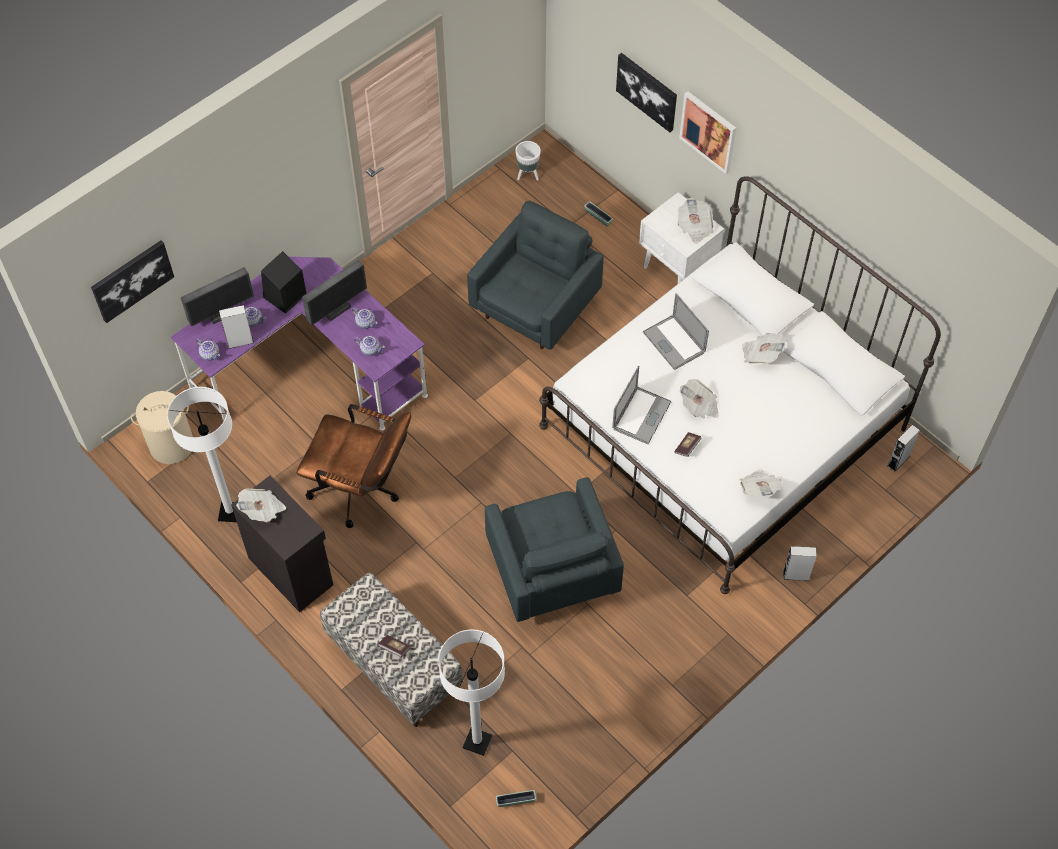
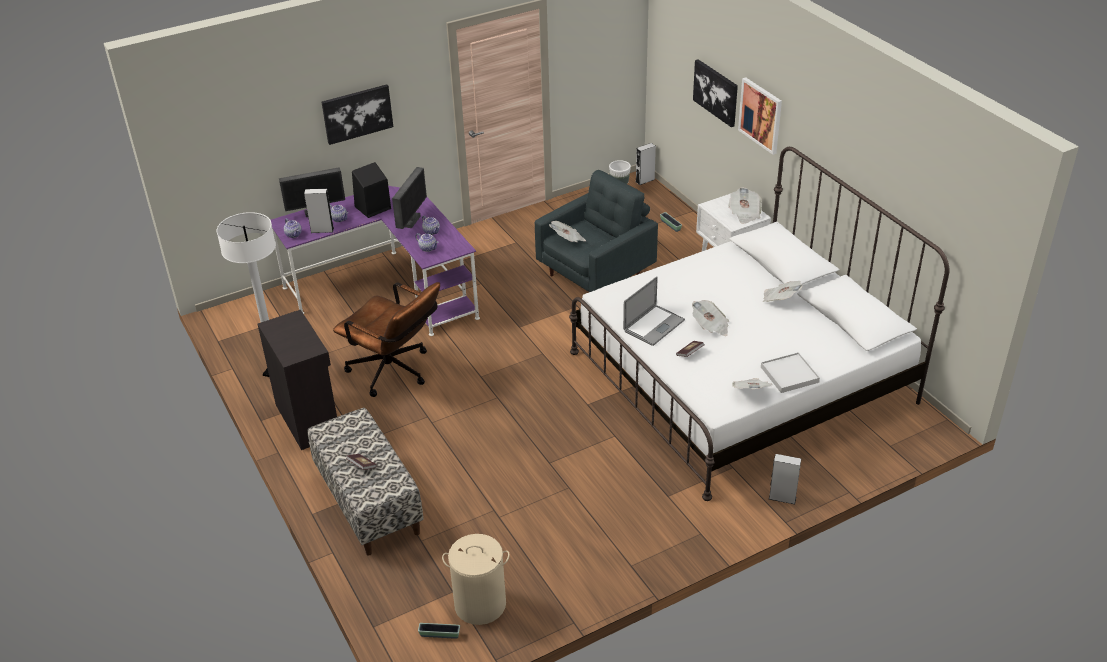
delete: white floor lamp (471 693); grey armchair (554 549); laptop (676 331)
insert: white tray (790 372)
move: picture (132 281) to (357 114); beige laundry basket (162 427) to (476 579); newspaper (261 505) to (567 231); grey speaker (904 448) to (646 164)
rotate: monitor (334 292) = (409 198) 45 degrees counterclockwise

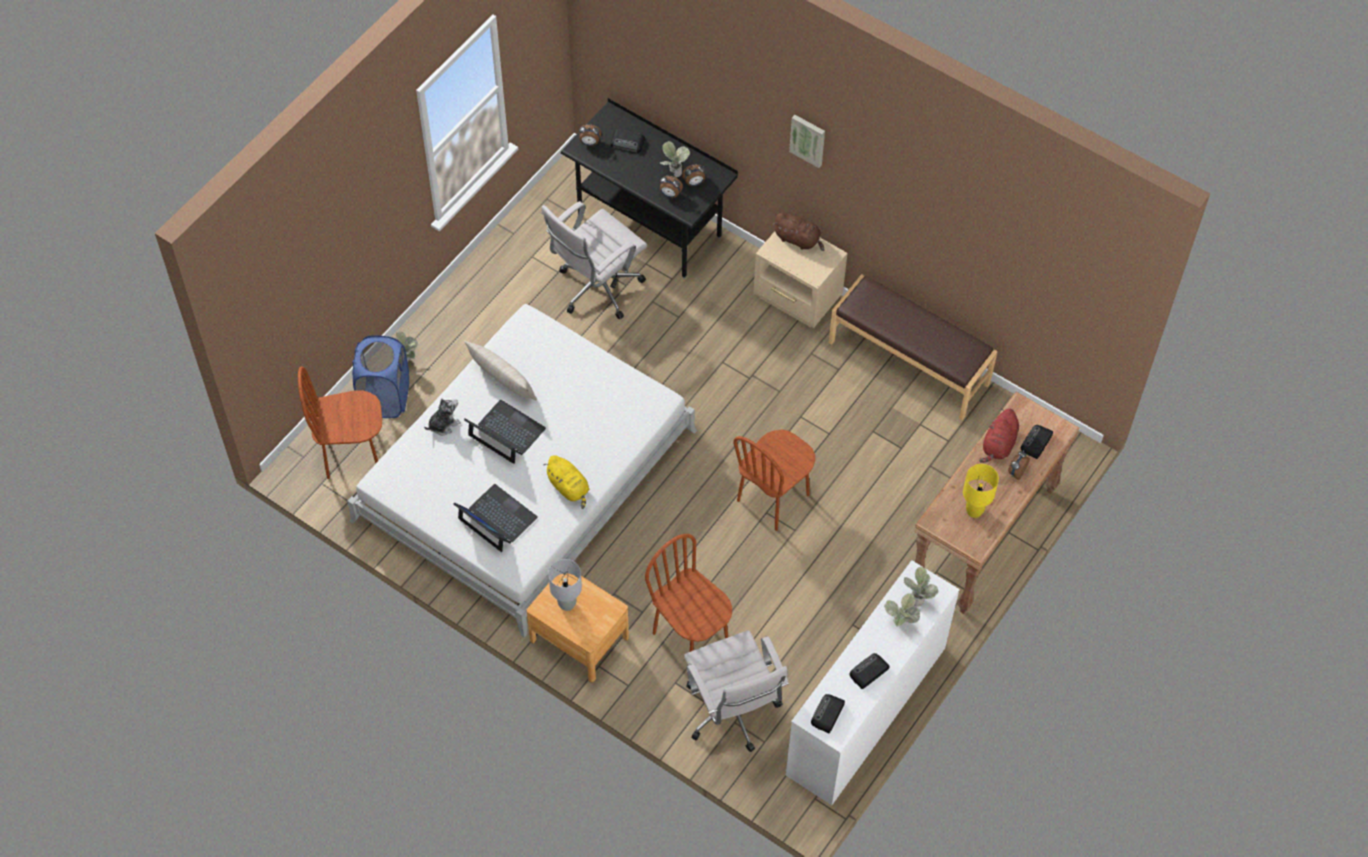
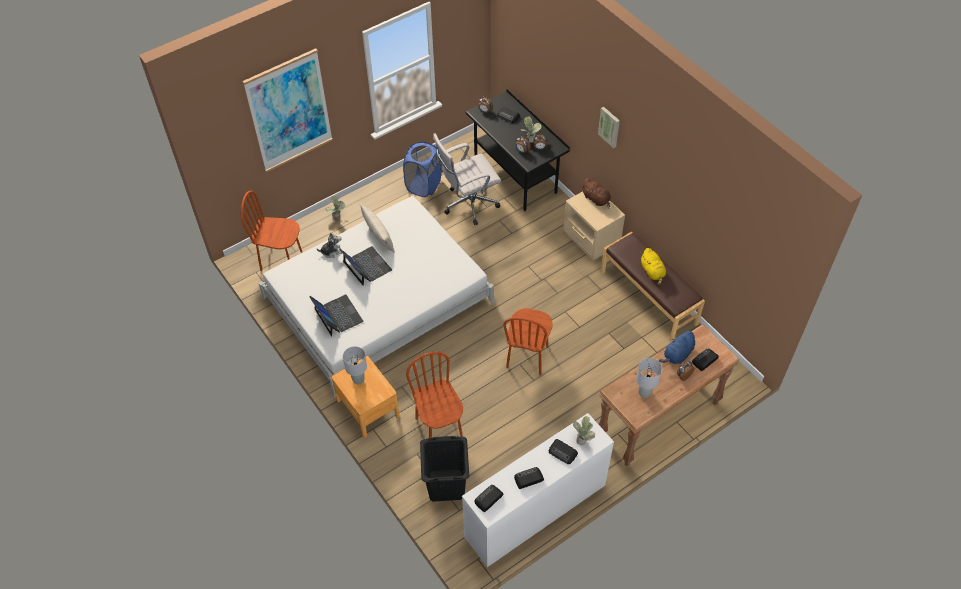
insert: picture (288 110)
move: blue laundry basket (380 376) to (422 169); yellow plush toy (566 482) to (653 266)
replace: white office chair (736 691) to black laundry basket (444 469); potted plant (902 610) to radio (563 451)
recolor: yellow table lamp (981 491) to grey table lamp (649 378); red plush toy (999 436) to blue plush toy (677 347)
rotate: brown chair (774 480) = (528 341) 45 degrees counterclockwise

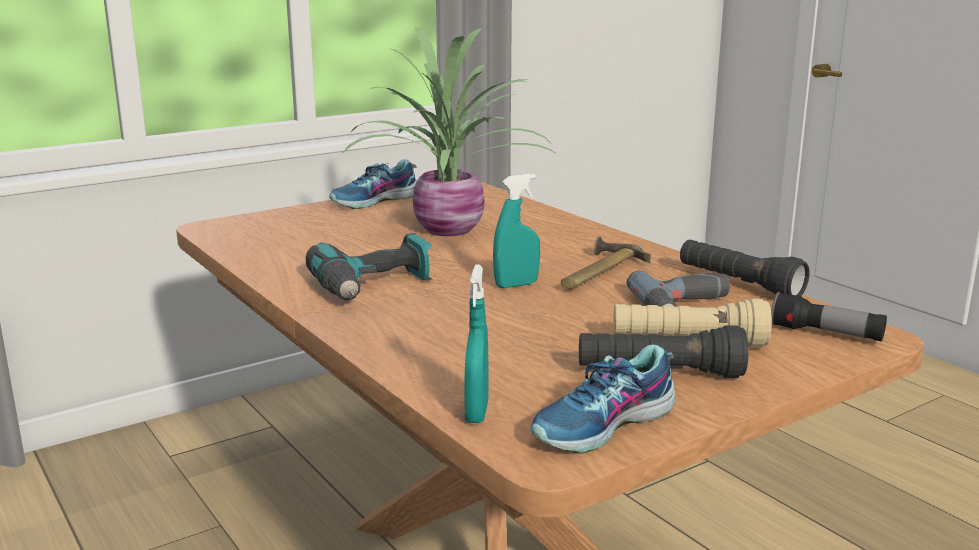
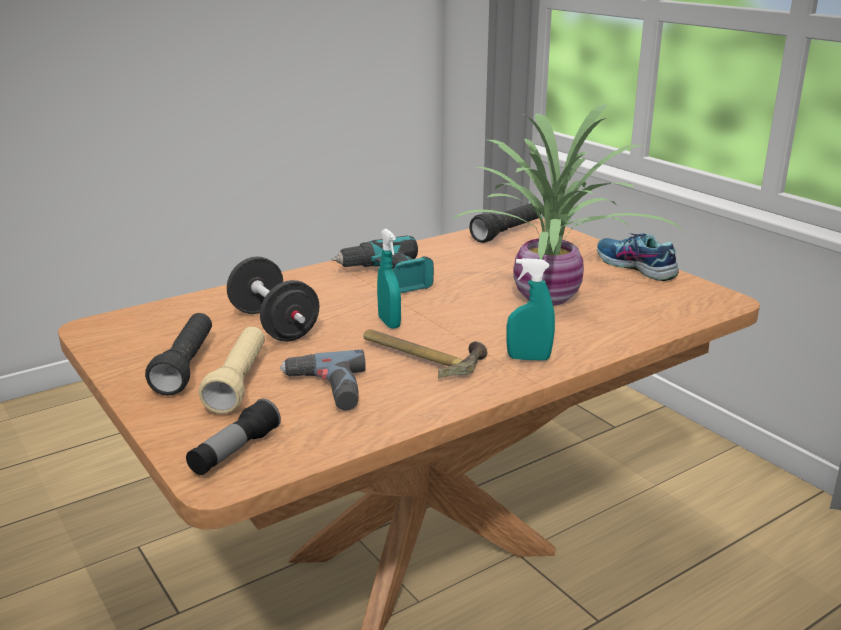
delete: shoe (602 399)
insert: black dumbbell (273 298)
move: turquoise spray bottle (476 343) to (531 309); black flashlight (745 268) to (505 223)

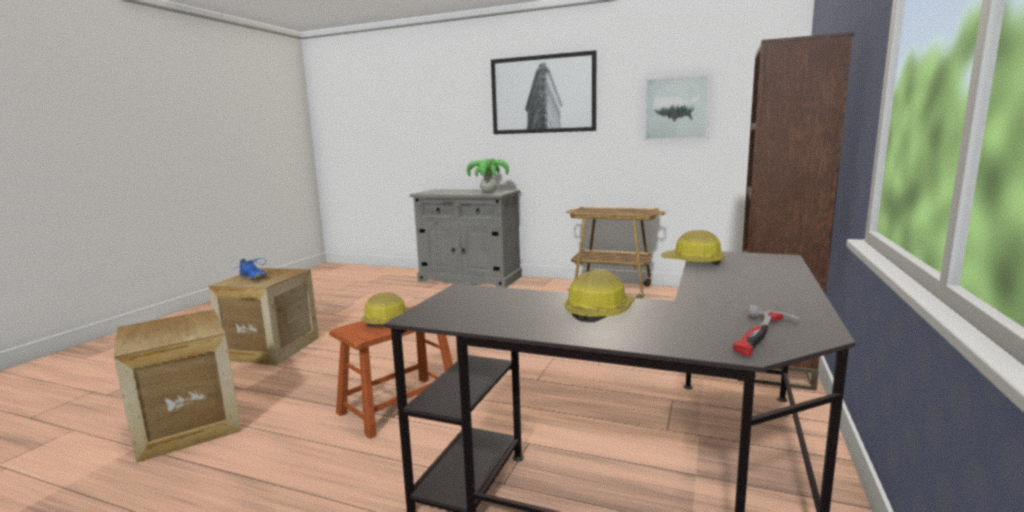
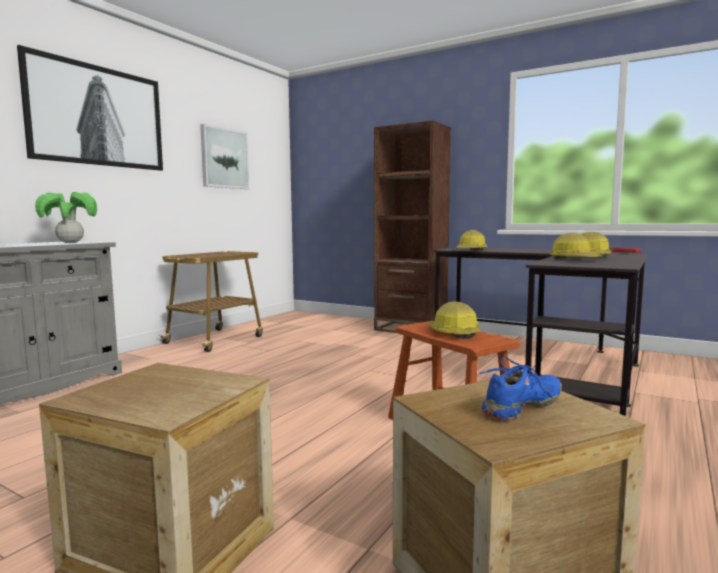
insert: hard hat (576 246)
move: blue shoe (251 269) to (521 388)

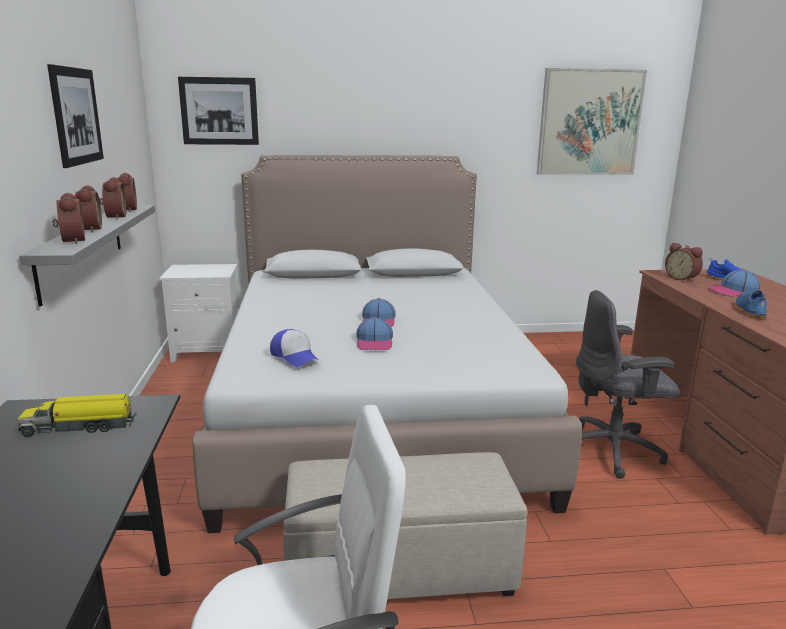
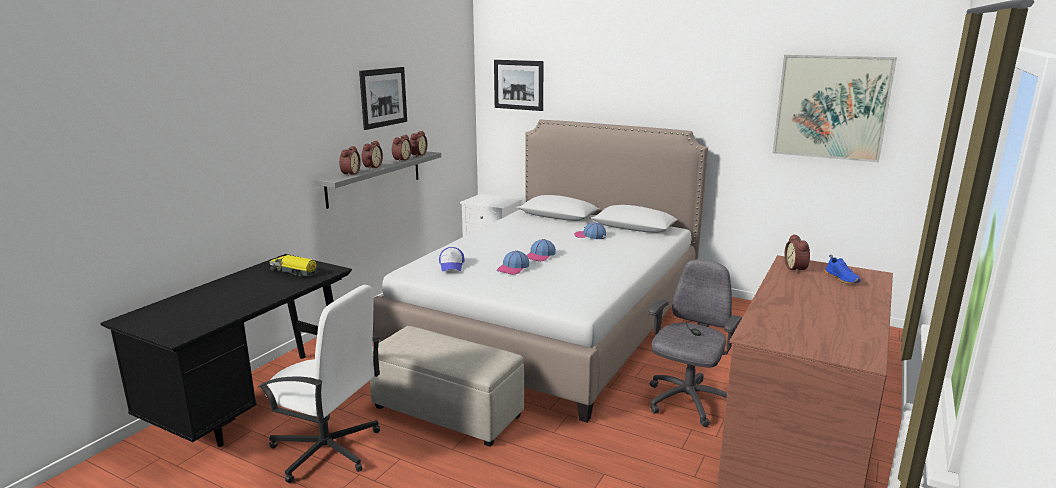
delete: blue shoe (751 304)
move: cap (733 283) to (590 230)
rotate: grey office chair (628 384) = (695 343) 90 degrees clockwise

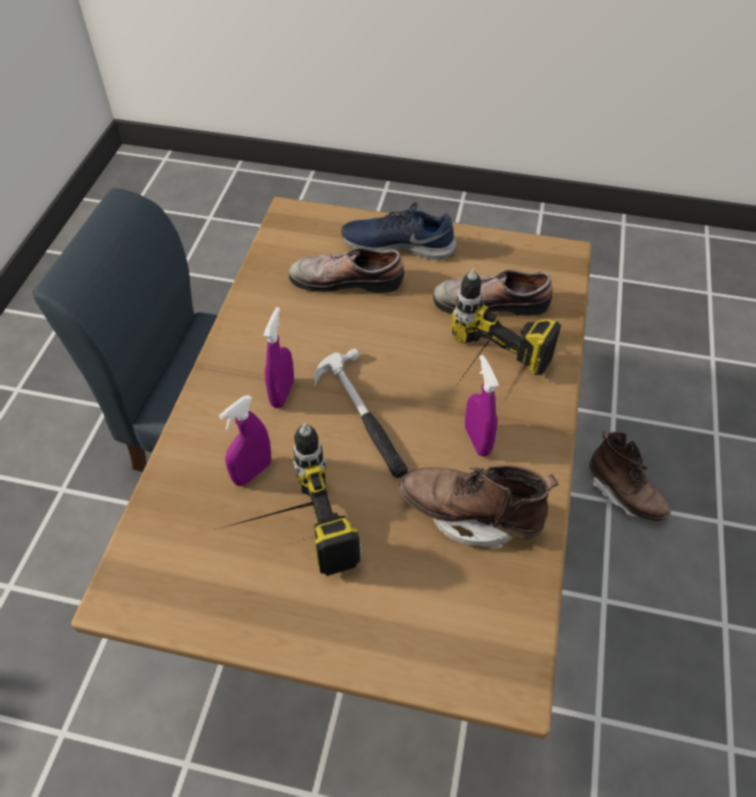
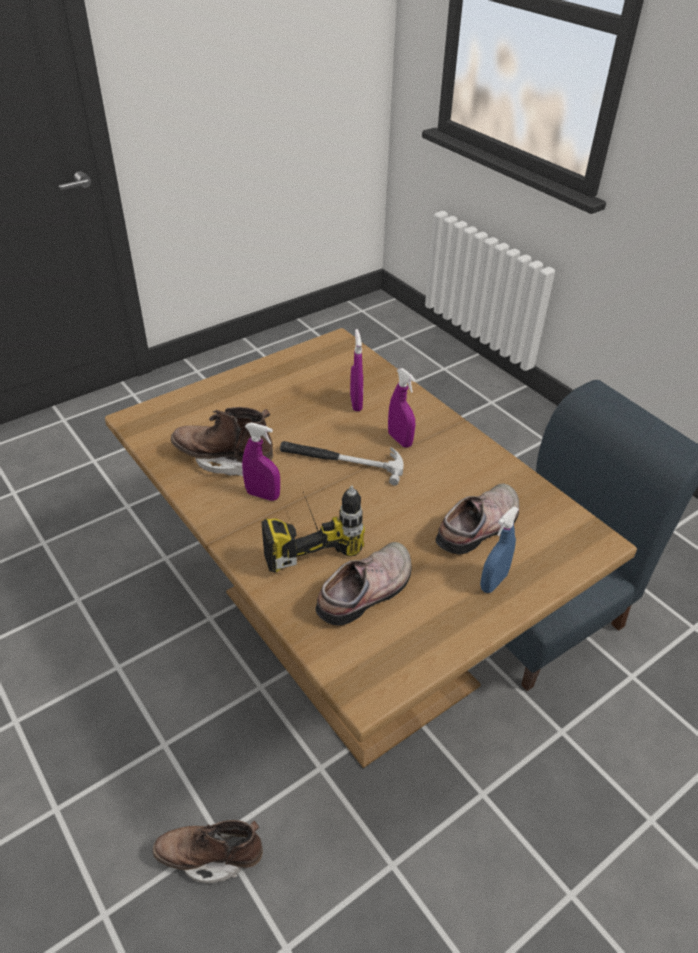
delete: power drill (288 499)
replace: blue shoe (399 231) to blue spray bottle (499 549)
rotate: brown boot (478 506) = (222 441) 135 degrees counterclockwise

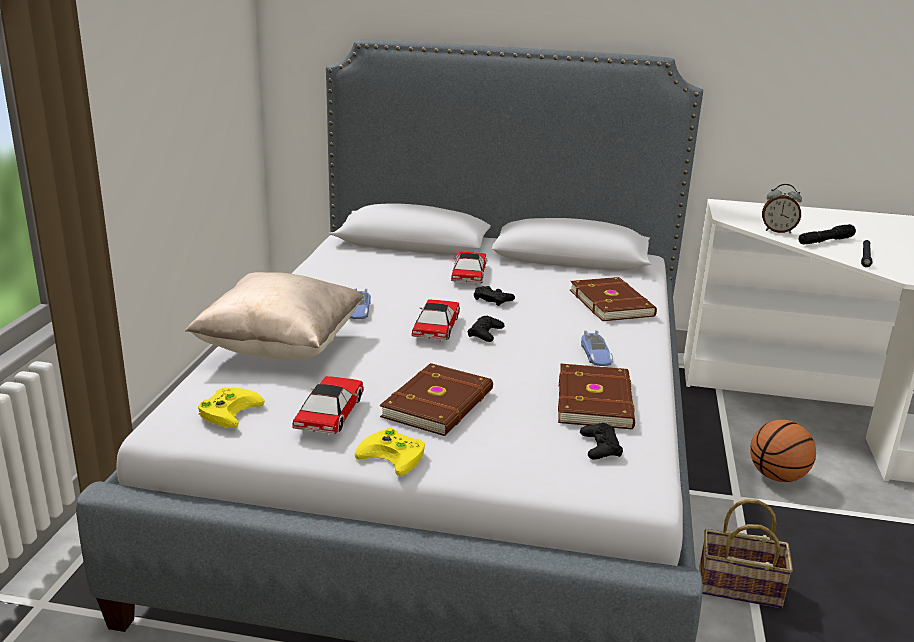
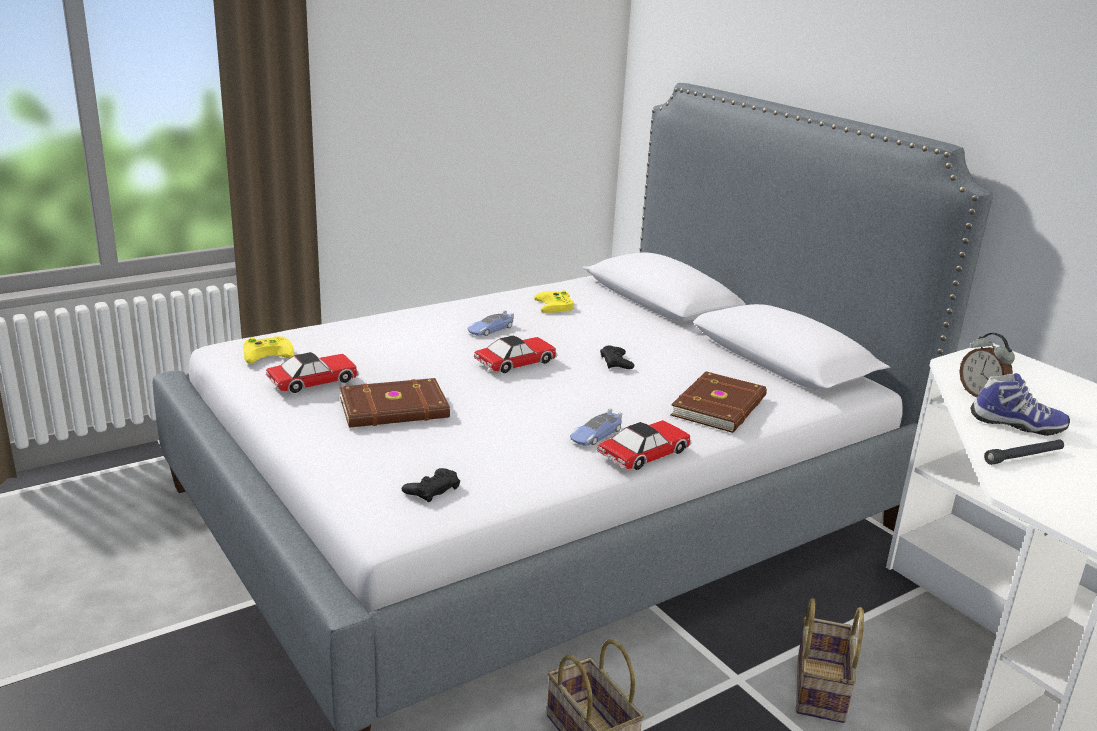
delete: beige pillow (274 316); black game controller (486 329); brown book (596 396)
move: yellow game controller (389 451) to (554 301); toy car (469 268) to (644 445)
replace: basketball (783 451) to basket (830 660); black flashlight (827 234) to shoe (1020 404)

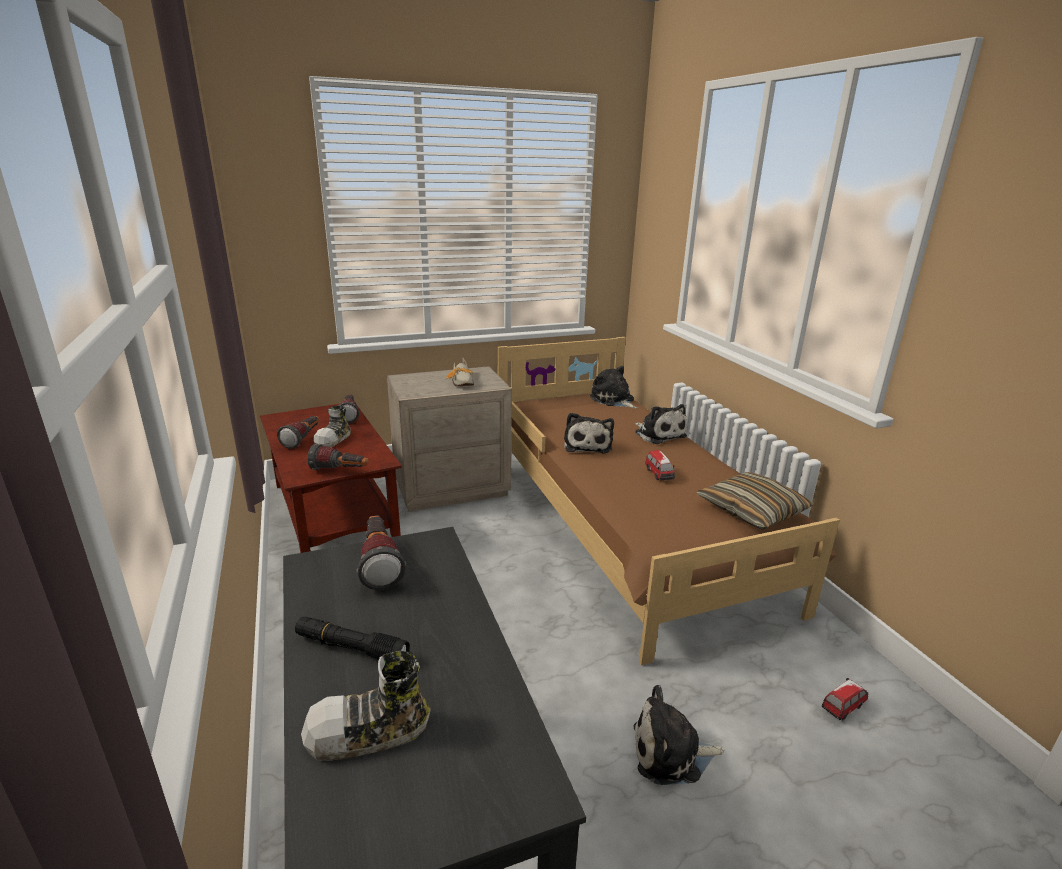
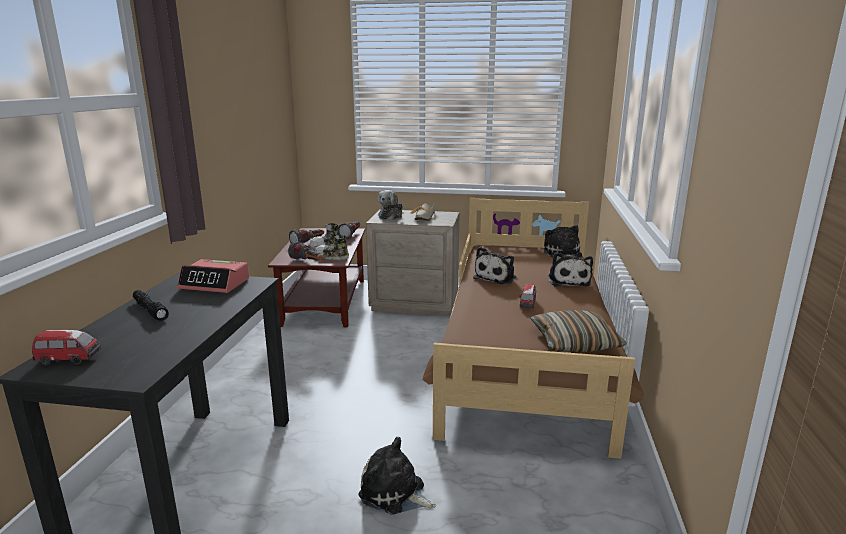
insert: plush toy (390 205)
move: shoe (366 706) to (332 247); toy car (845 699) to (66 348)
replace: flashlight (381 552) to alarm clock (213 276)

